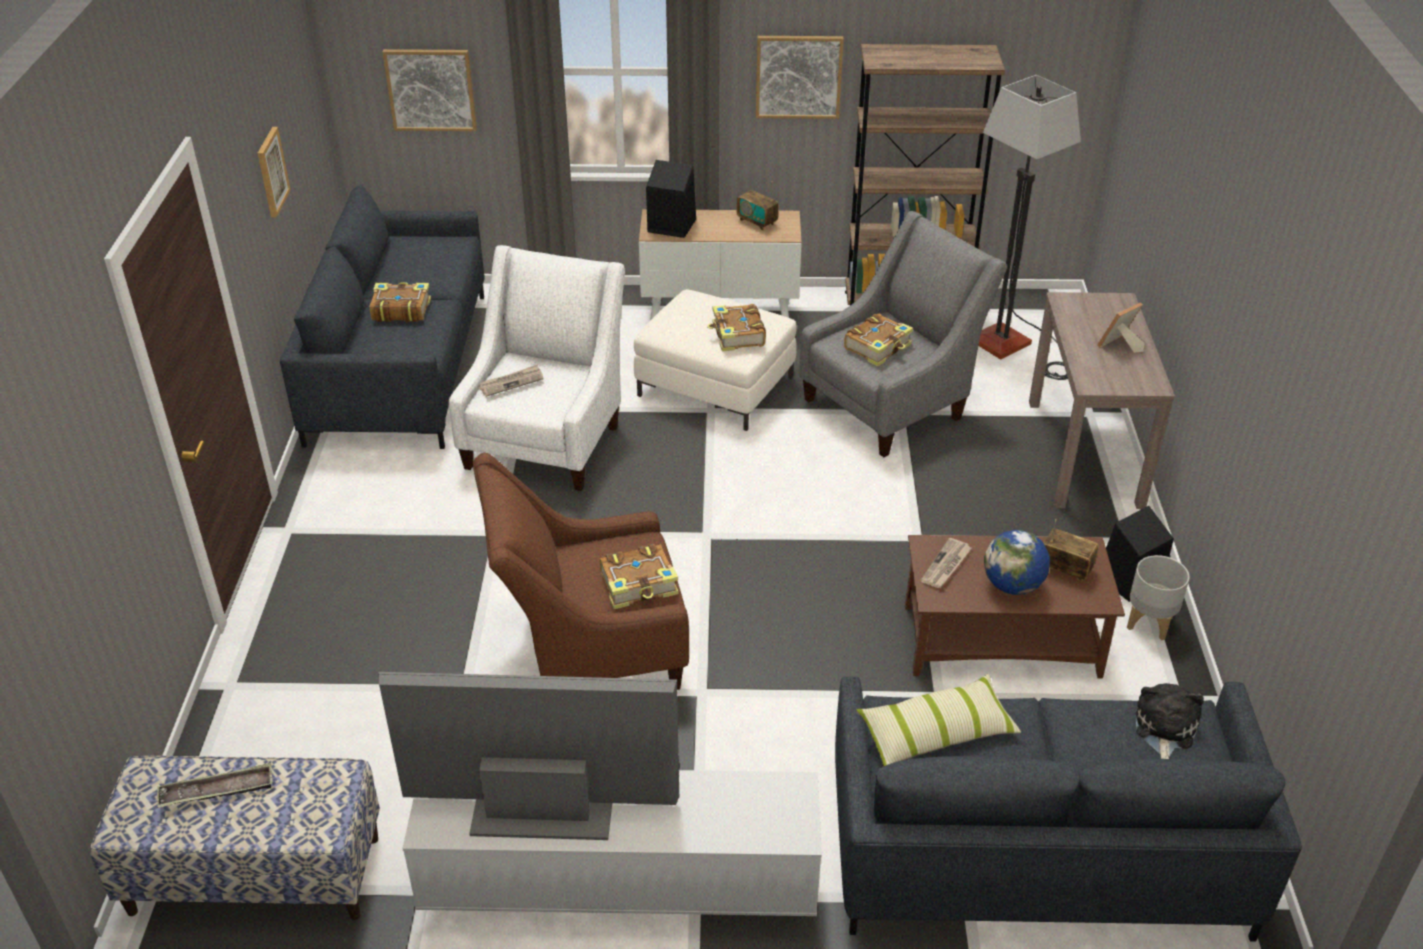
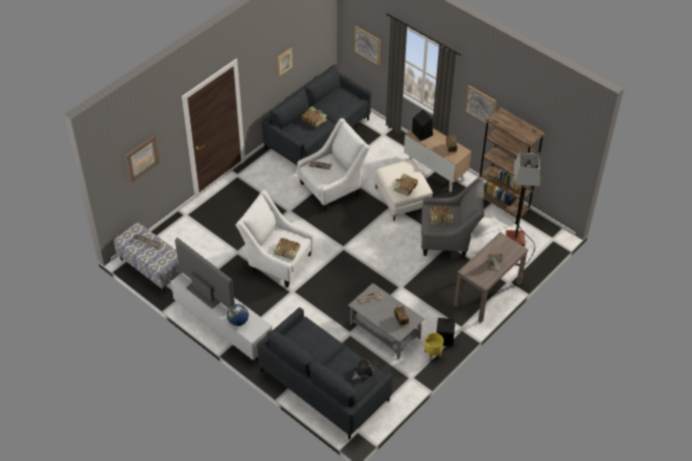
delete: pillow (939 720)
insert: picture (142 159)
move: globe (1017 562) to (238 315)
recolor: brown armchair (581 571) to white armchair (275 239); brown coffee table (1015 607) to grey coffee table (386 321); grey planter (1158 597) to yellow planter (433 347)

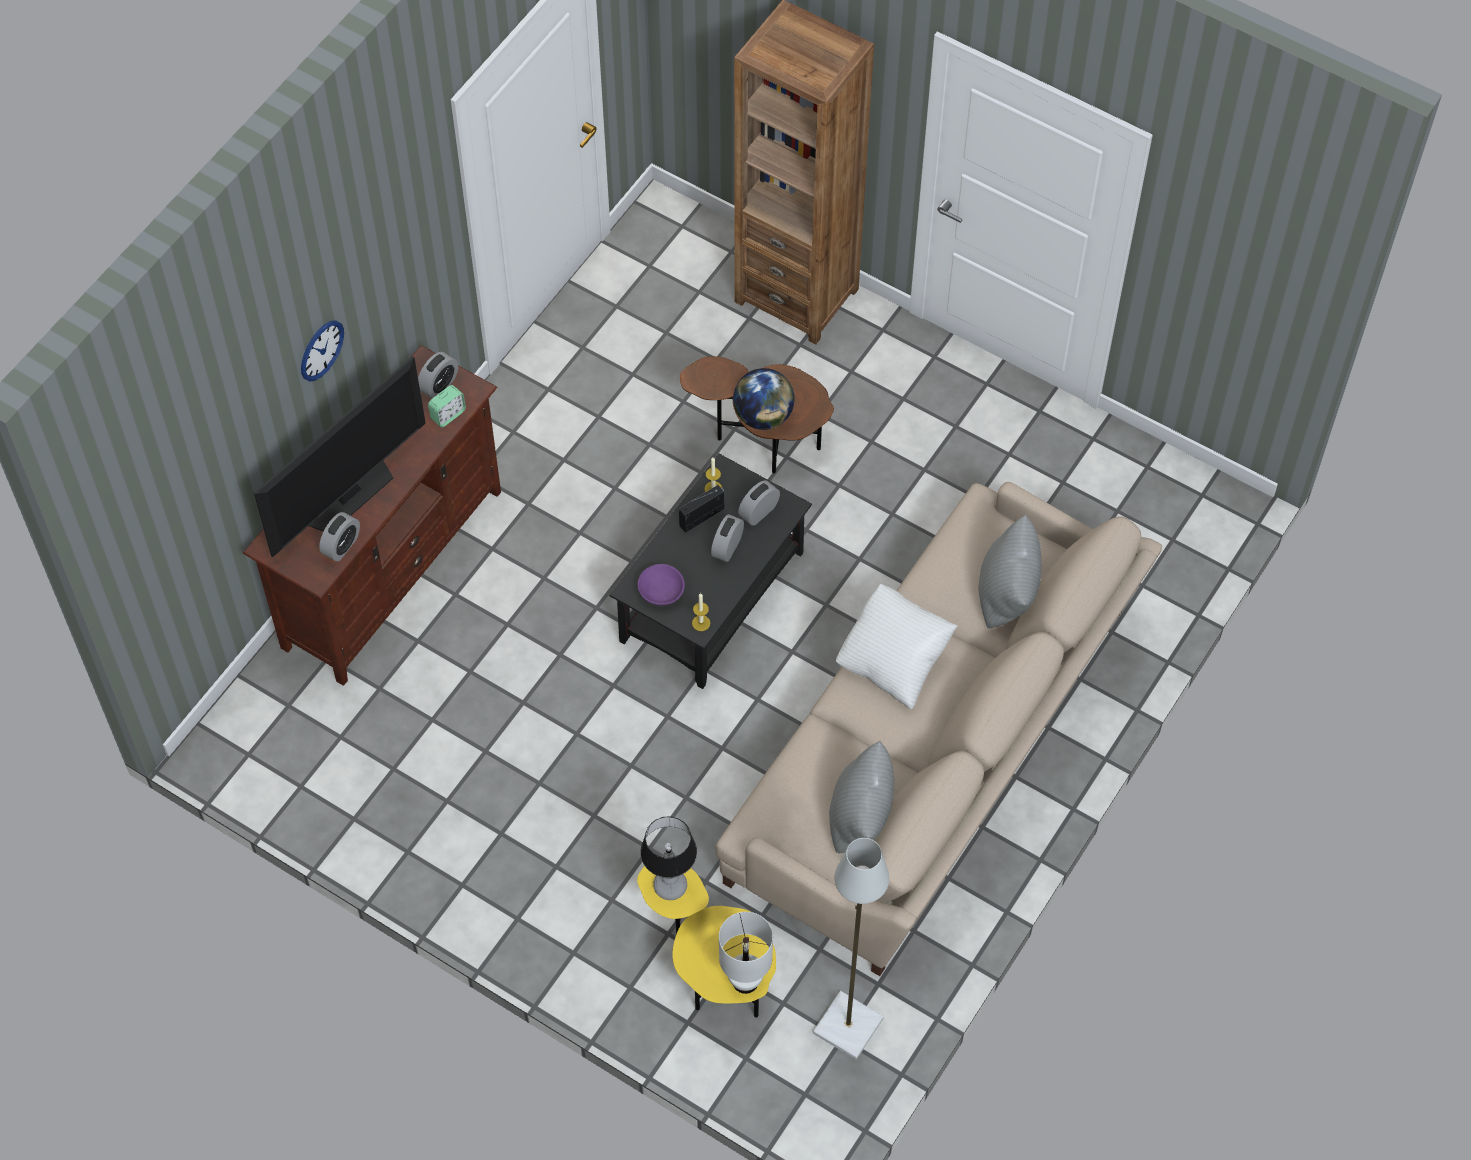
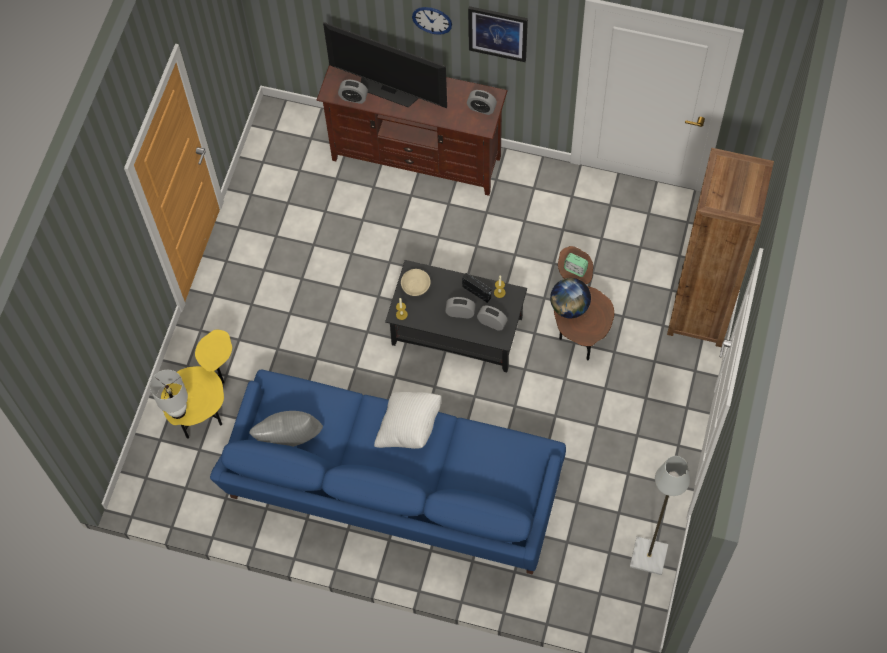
delete: table lamp (668 858); grey pillow (1010 571)
insert: picture (498 34)
move: alarm clock (447 406) to (576 265); grey floor lamp (851 949) to (660 515)
recolor: purple bowl (661 584) to beige bowl (416 282); beige sofa (938 729) to blue sofa (388 472)

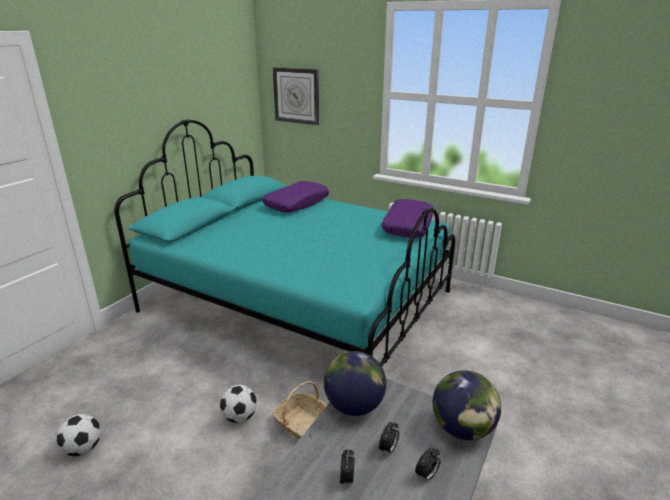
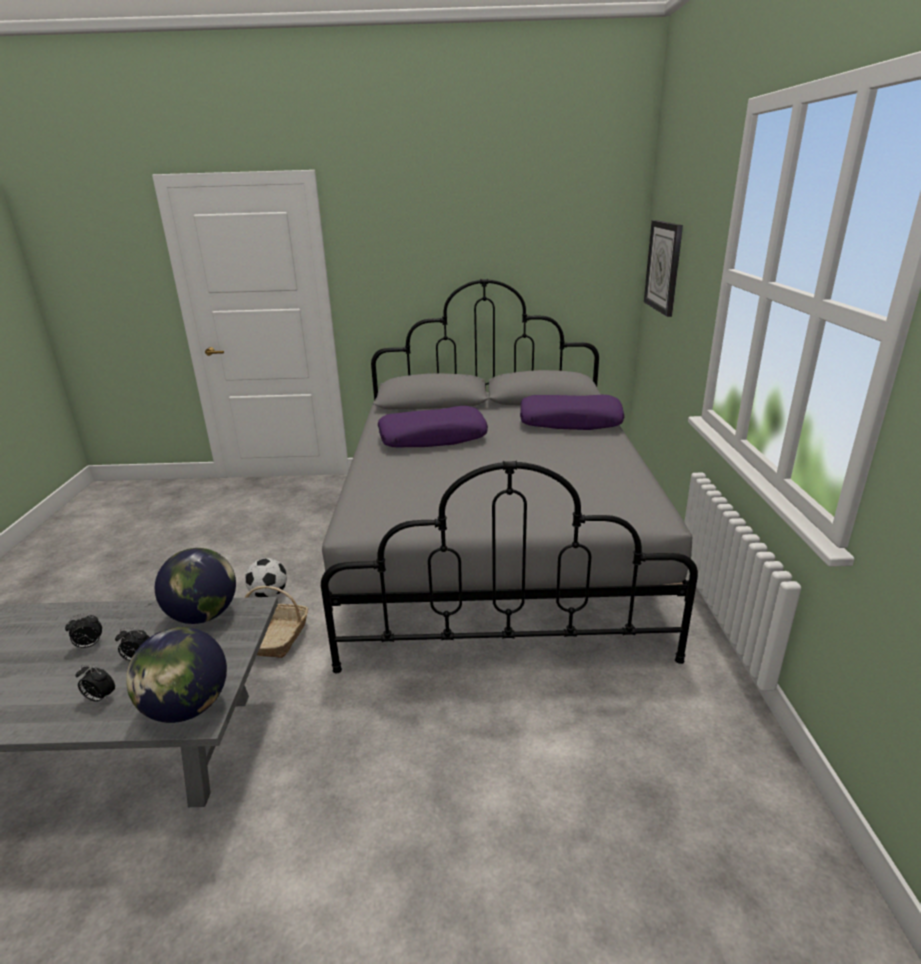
delete: football (78 435)
move: purple pillow (408 218) to (433 427)
recolor: turquoise bed (284 242) to grey bed (509 476)

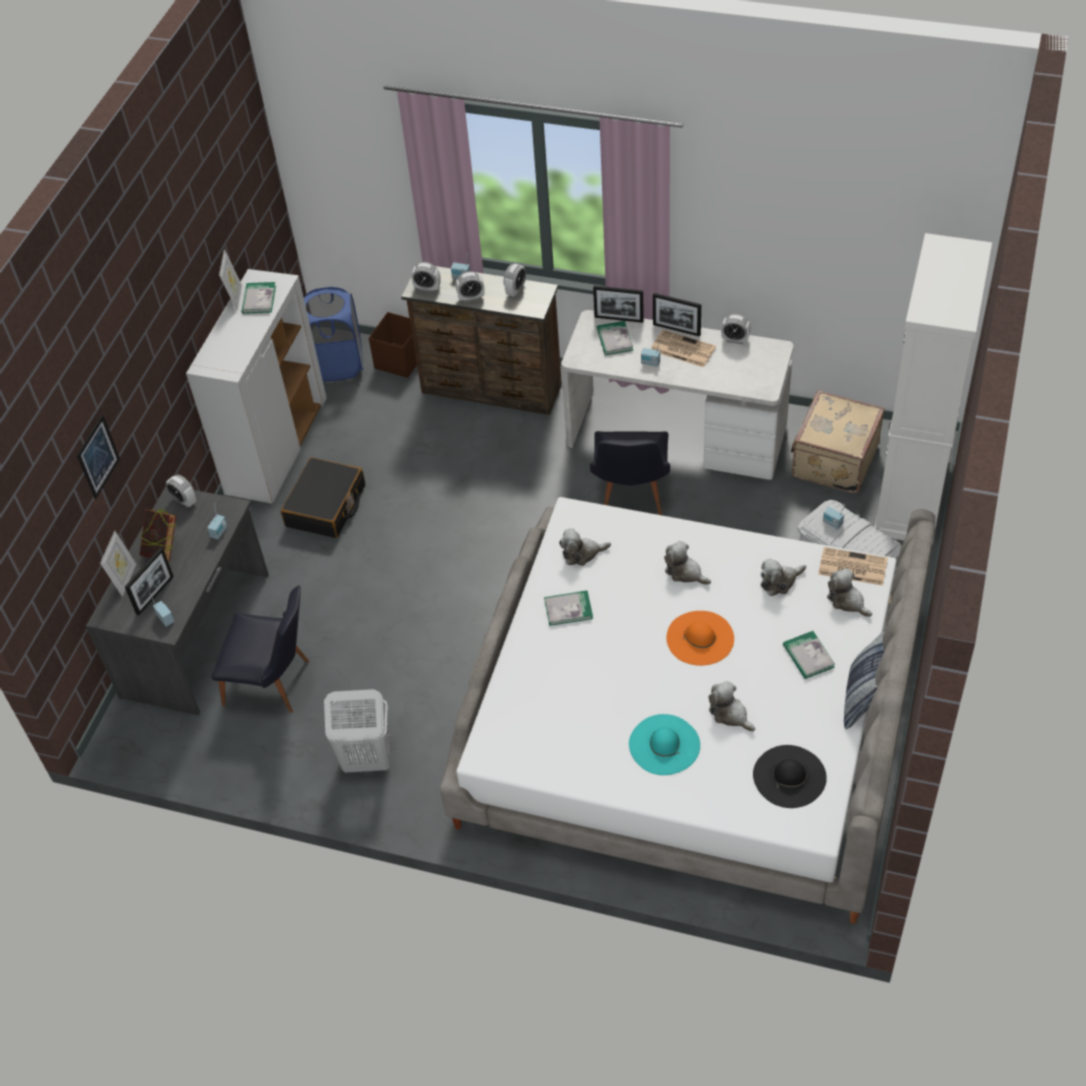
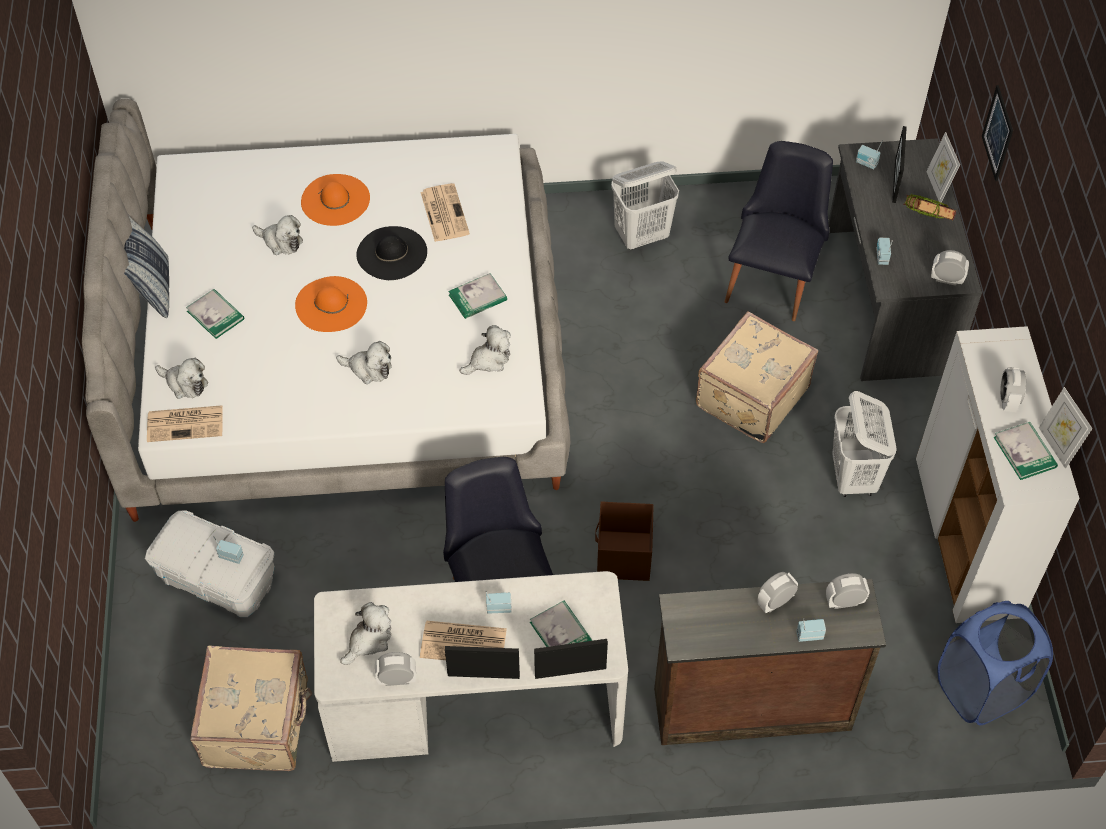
delete: white cabinet (933 389)
insert: newspaper (445 212); beige suitcase (757 377)
move: brown storage box (393 345) to (624 541); alarm clock (515 280) to (1013 389); black hat (790 776) to (391 253); plush toy (783 577) to (365 633)
replace: black suitcase (323 497) to white laundry basket (864 444)
recolor: turquoise hat (664 744) to orange hat (335 200)
rotate: black chair (260 649) = (779 231) 120 degrees clockwise

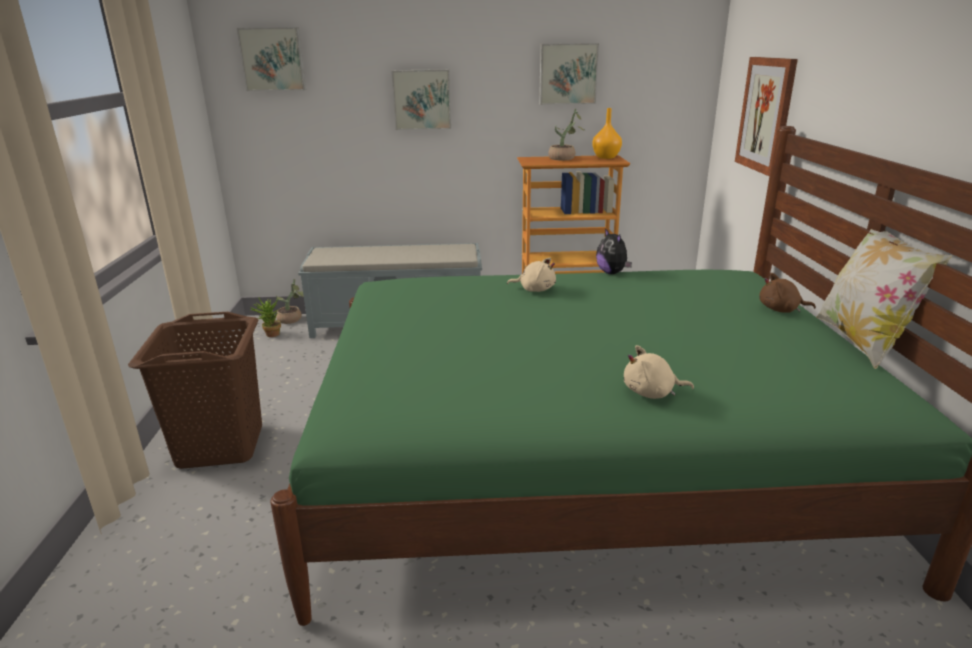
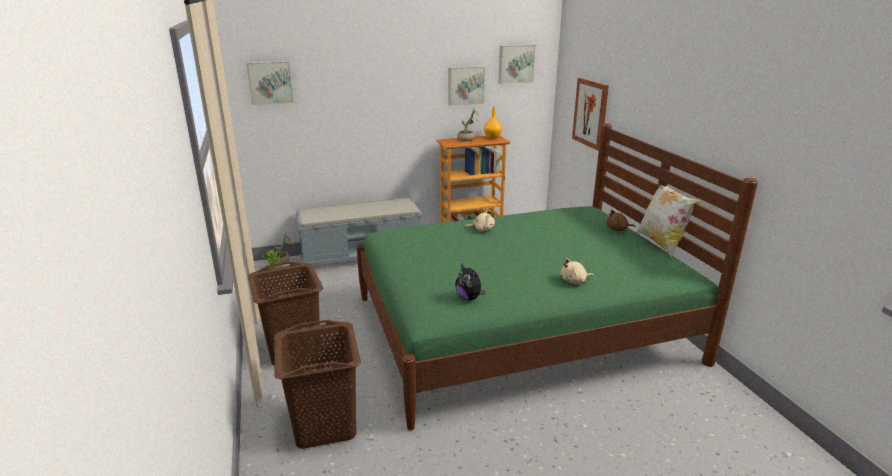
insert: brown laundry basket (317 384)
move: picture (421 99) to (517 64); plush toy (614 251) to (470 282)

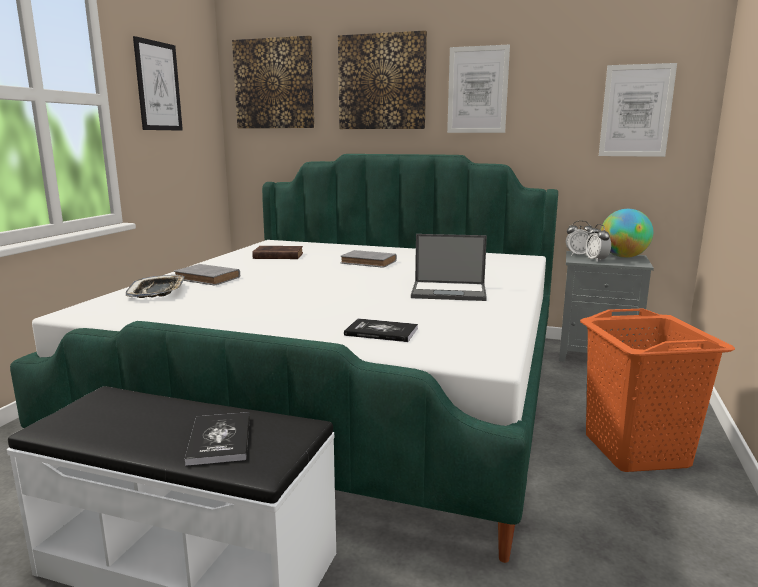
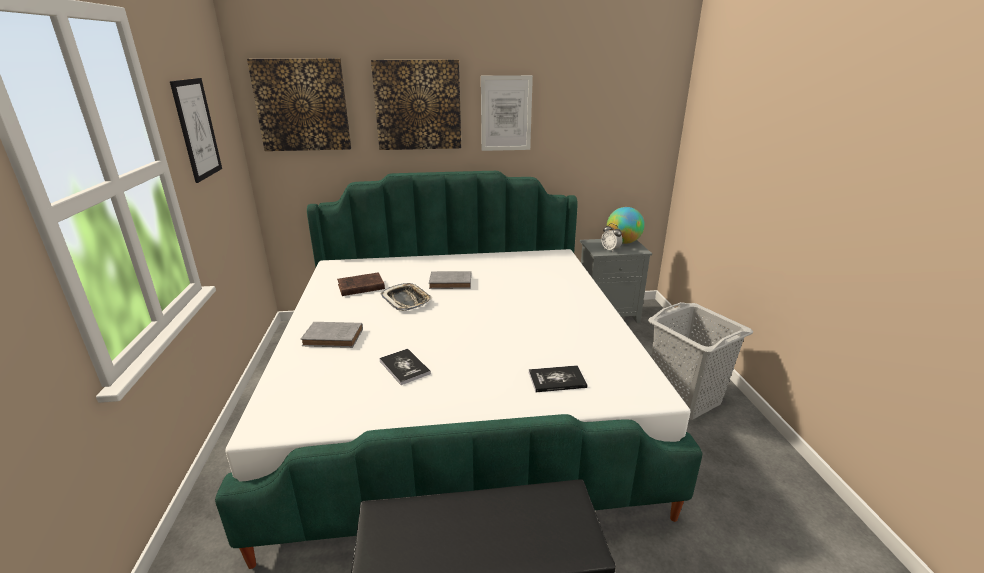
delete: laptop (449 267); alarm clock (579 238); picture (638 110)
move: tray (155 286) to (406 297); book (217 439) to (405 367)
recolor: orange laundry basket (657 390) to grey laundry basket (700 361)

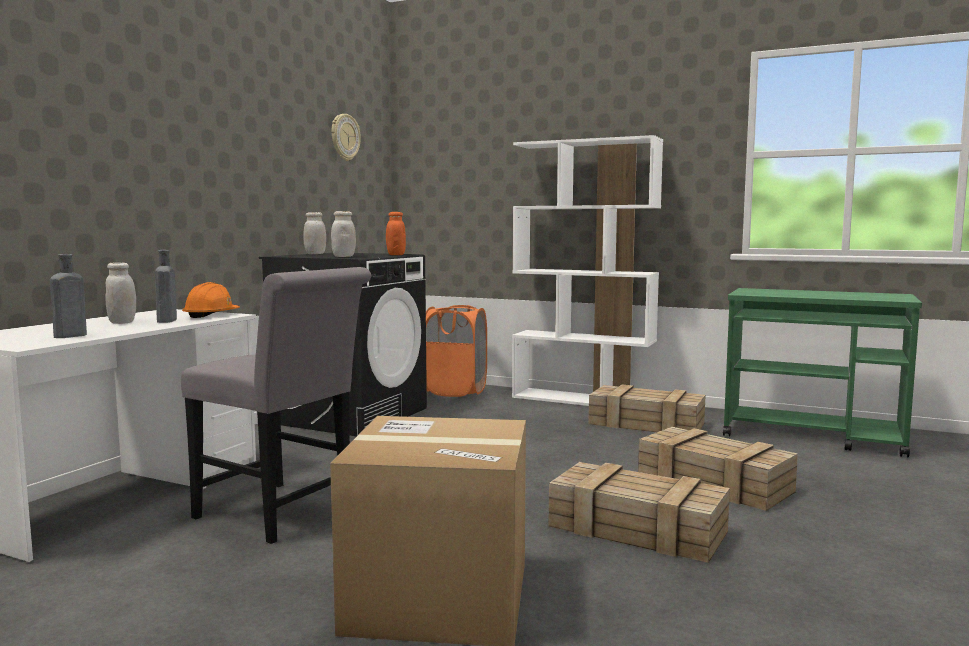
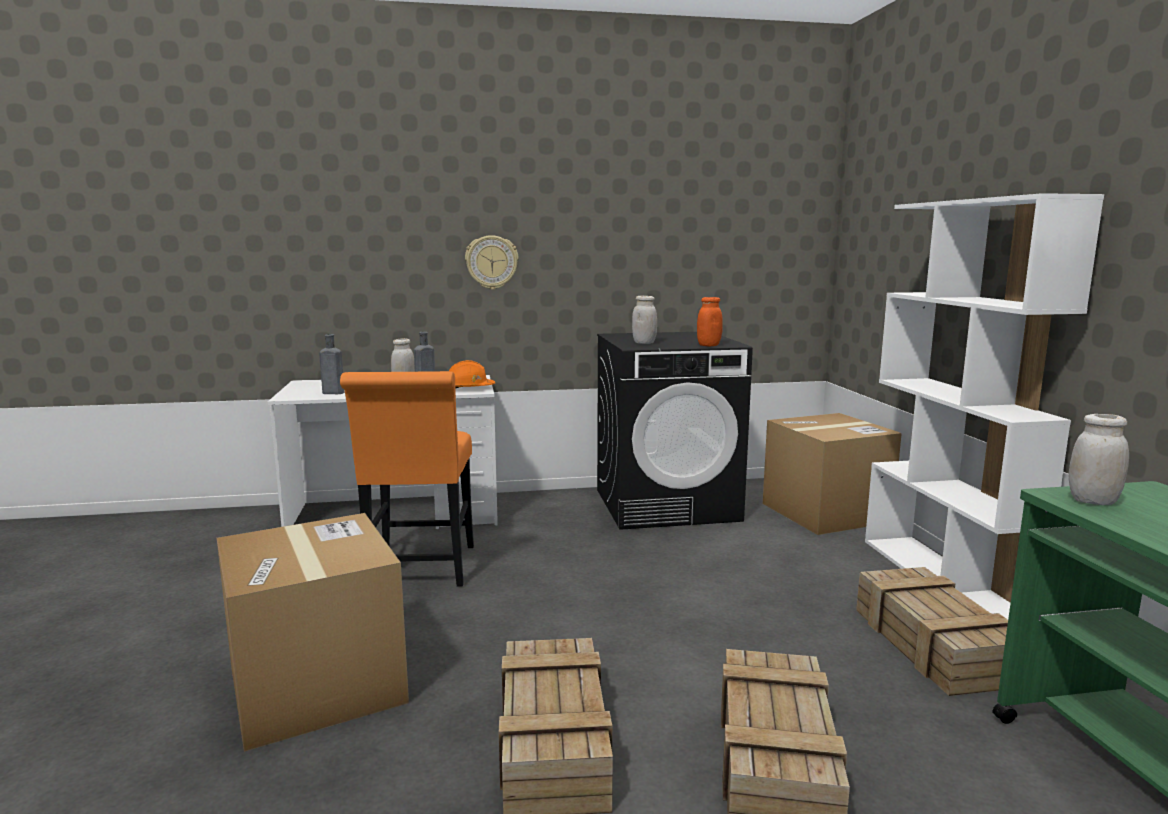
move: white jar (315 233) to (1098 459); wall clock (346 137) to (492 262)
replace: orange laundry basket (456 351) to cardboard box (832 474)
recolor: grey chair (276 405) to orange chair (407 479)

